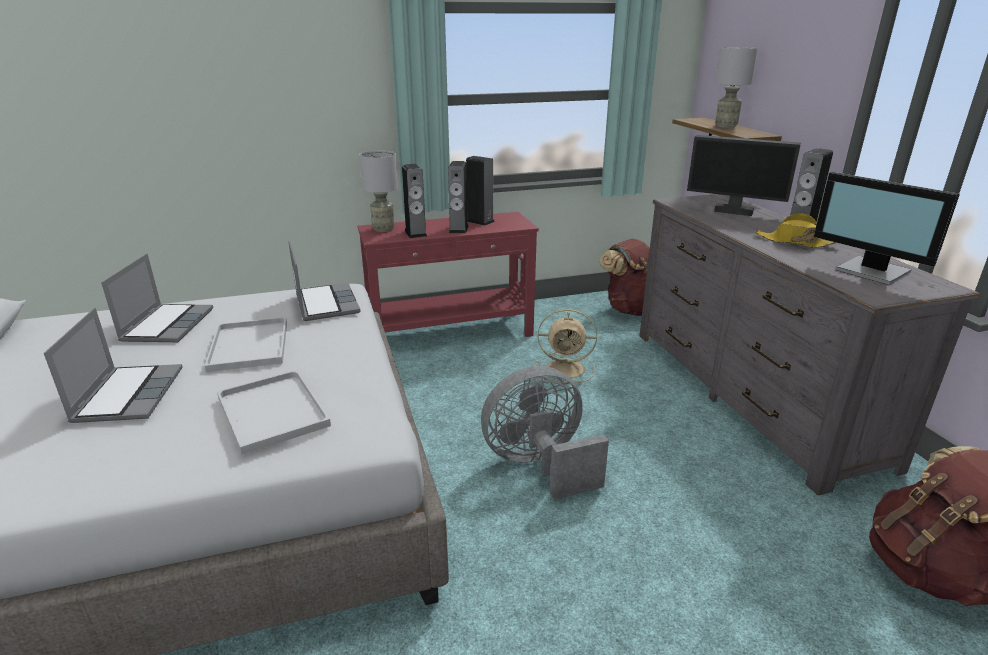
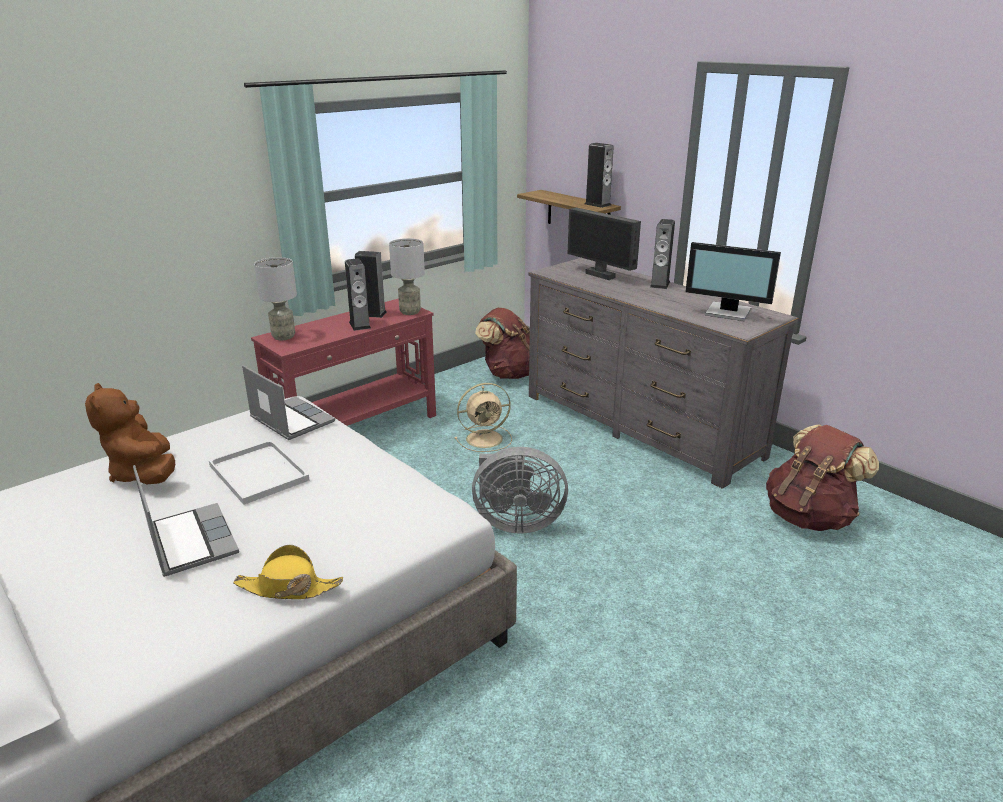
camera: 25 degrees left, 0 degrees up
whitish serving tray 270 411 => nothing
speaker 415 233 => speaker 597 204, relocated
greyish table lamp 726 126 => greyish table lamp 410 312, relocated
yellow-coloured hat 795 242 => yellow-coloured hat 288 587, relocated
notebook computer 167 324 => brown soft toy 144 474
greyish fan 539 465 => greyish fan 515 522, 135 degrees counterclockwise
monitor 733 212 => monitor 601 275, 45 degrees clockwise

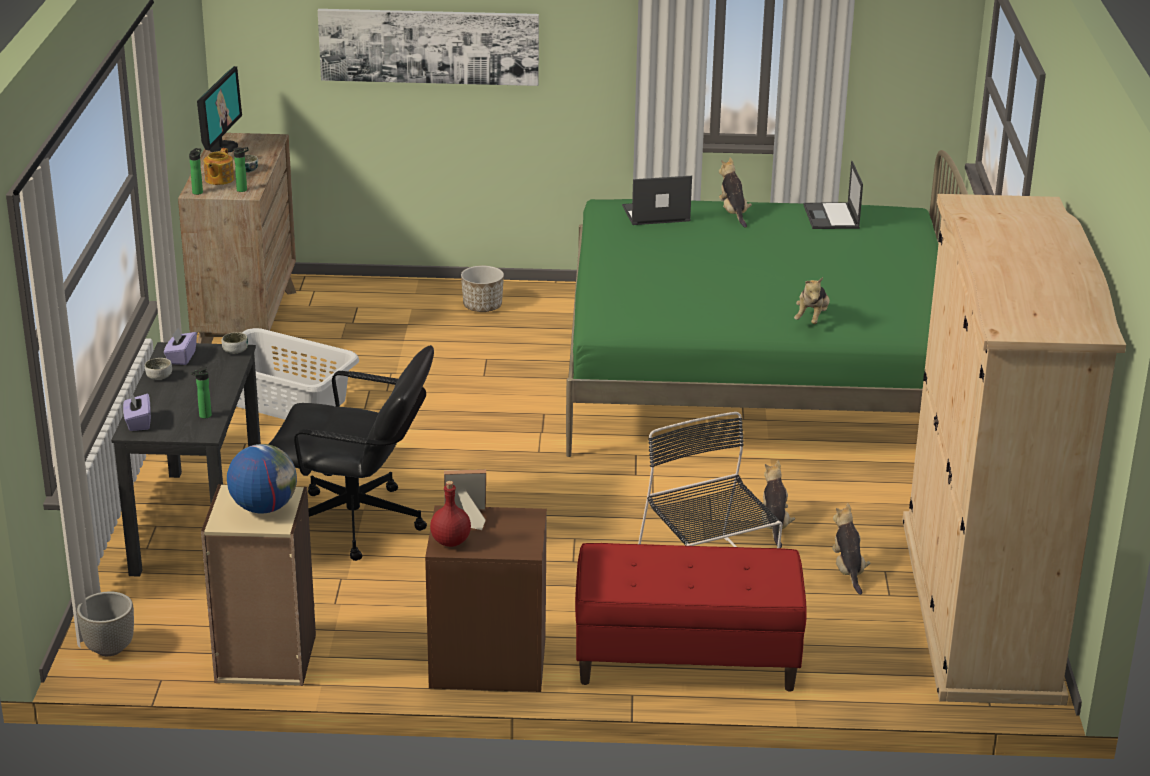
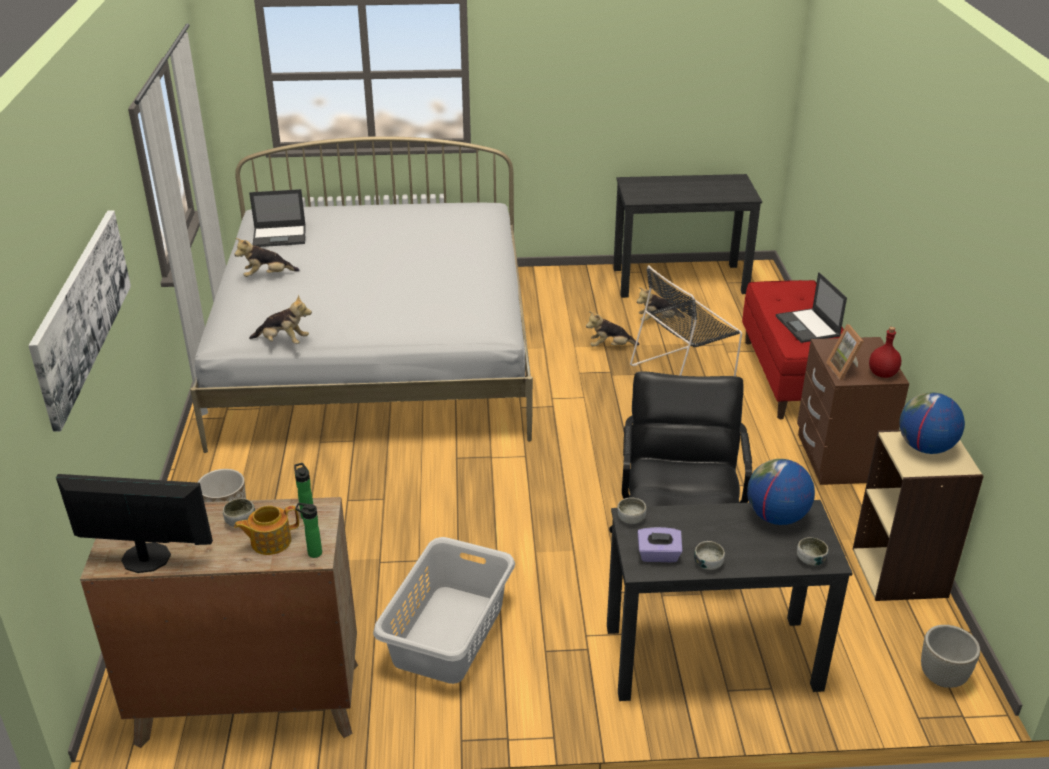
camera: 95 degrees left, 5 degrees up
notebook computer 655 214 => notebook computer 808 326, relocated
soft toy 812 318 => soft toy 283 342, relocated
purplish box of tissues 138 423 => serving bowl 810 559
drink bottle 203 416 => desk globe 776 517
beige-coloured armoire 979 606 => black desk 680 280
green-coloured bed 759 374 => whitish bed 377 354
teapot 219 179 => teapot 270 541, 150 degrees clockwise

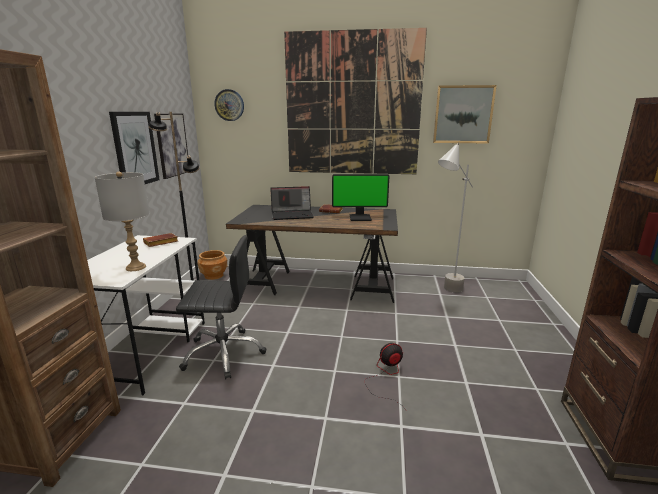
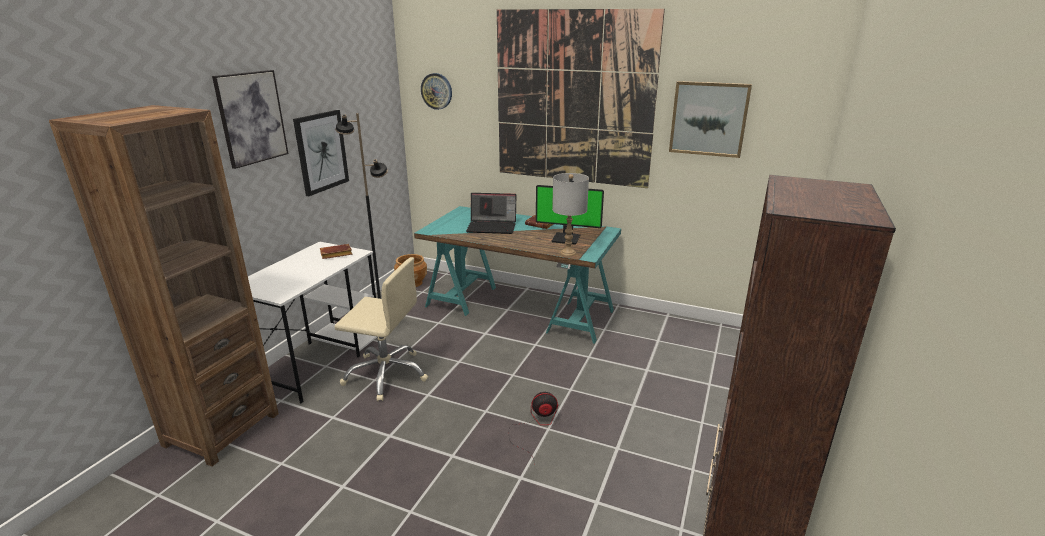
camera: 15 degrees right, 5 degrees up
greyish floor lamp 445 293 => nothing
greyish table lamp 136 267 => greyish table lamp 568 253, relocated
wall art 172 145 => wall art 251 118, relocated
black office chair 223 353 => beige-coloured office chair 386 374
black desk 317 284 => turquoise-coloured desk 519 308

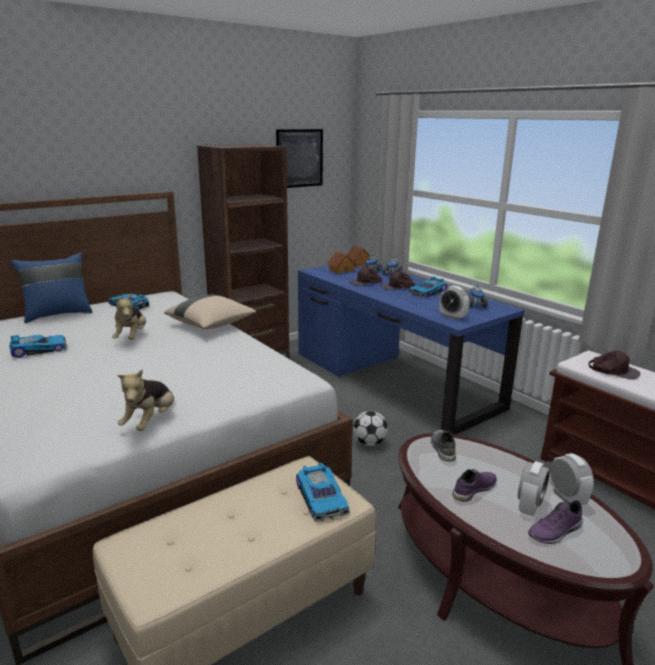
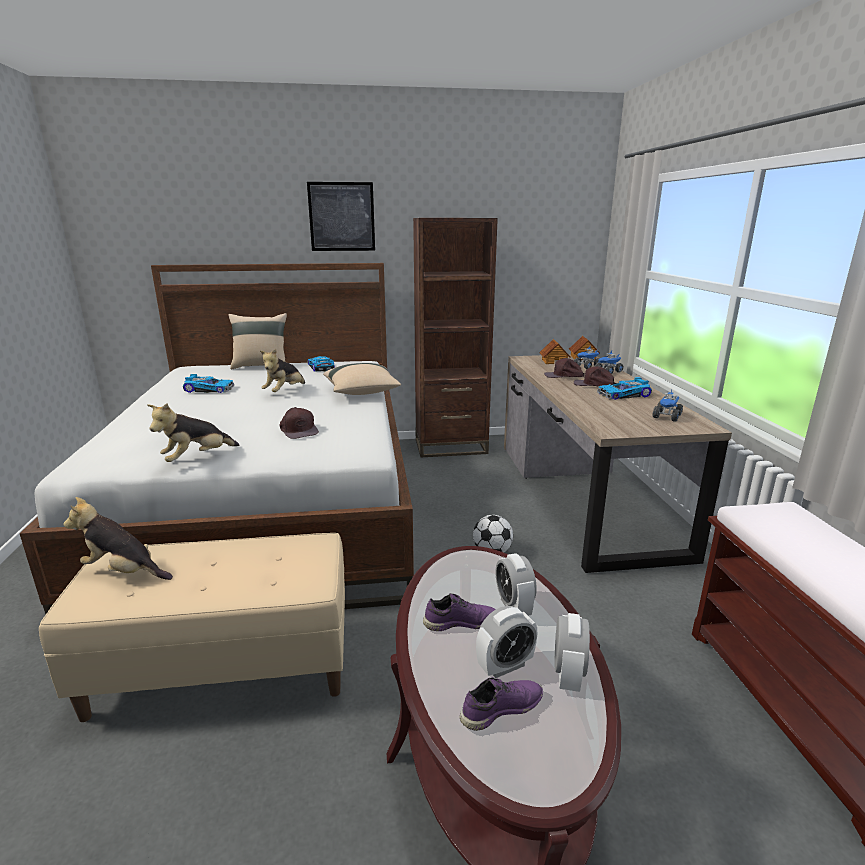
camera: 30 degrees right, 0 degrees up
model car 322 498 => nothing
greyish shoe 442 449 => nothing
nothing => soft toy 124 571
wall art 299 158 => wall art 342 217, relocated
table clock 452 317 => table clock 513 607, relocated
brown cap 613 370 => brown cap 299 430, relocated
blue-coloured throw pillow 57 314 => beige-coloured throw pillow 261 366
blue-coloured desk 393 380 => brown desk 583 495
purplish shoe 555 532 => purplish shoe 500 708, 150 degrees clockwise

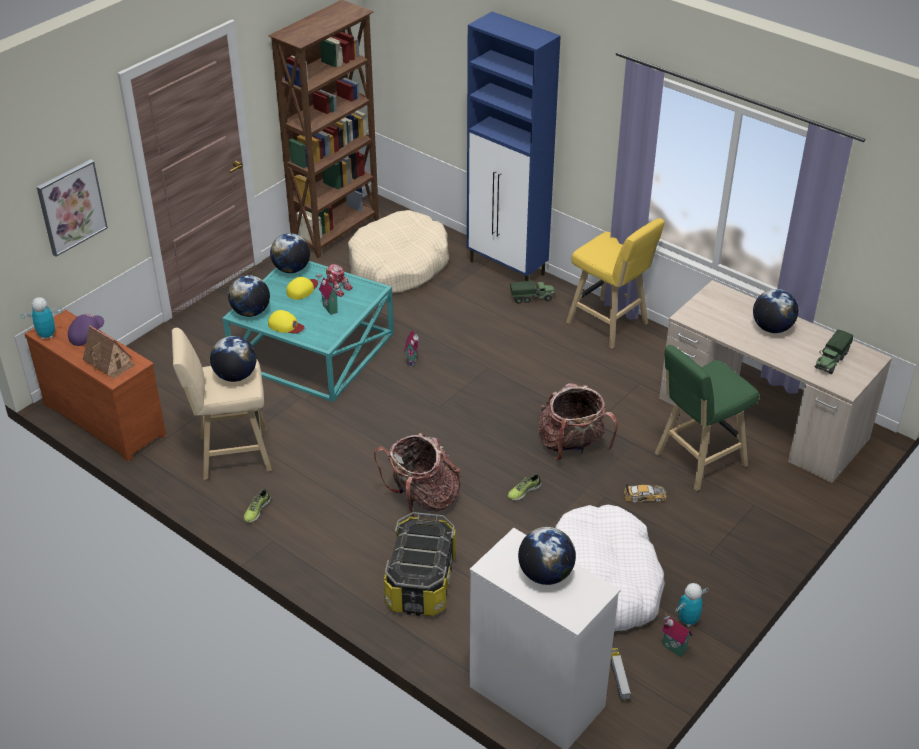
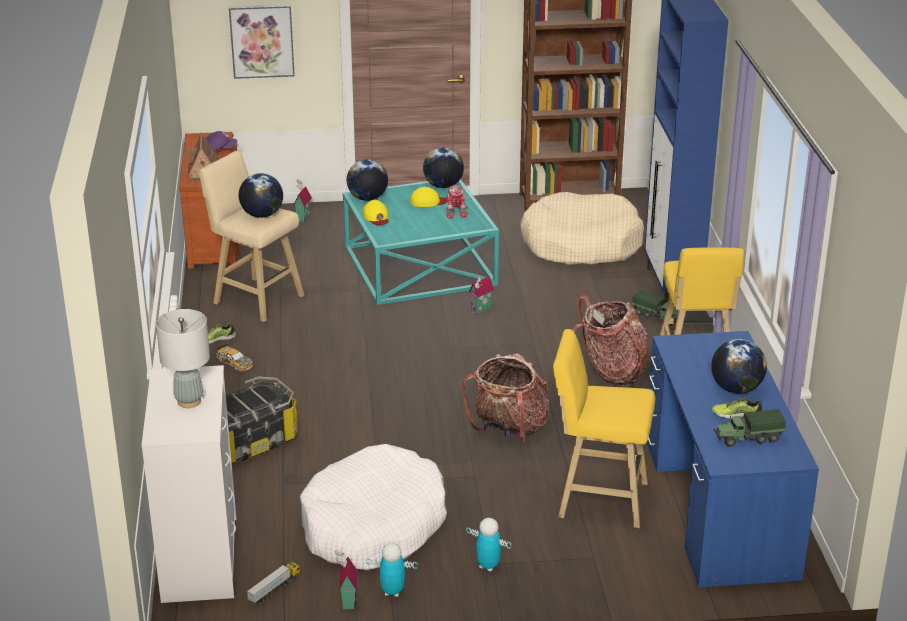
camera: 45 degrees right, 10 degrees down
model robot 47 335 => model robot 488 566, relocated
model house 328 309 => model house 302 217, relocated
knapsack 423 499 => knapsack 611 372, relocated
shoe 523 491 => shoe 737 414, relocated
model car 645 496 => model car 235 362, relocated
desk globe 545 574 => greyish table lamp 189 401
green-coloured stool seat 697 461 => yellow-coloured stool seat 598 499
beige-coloured desk 762 418 => blue-coloured desk 718 506

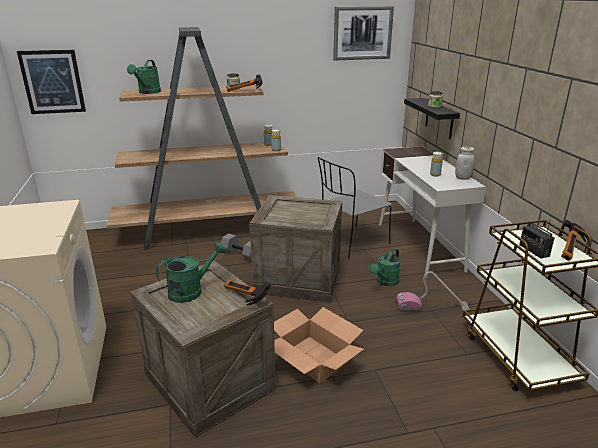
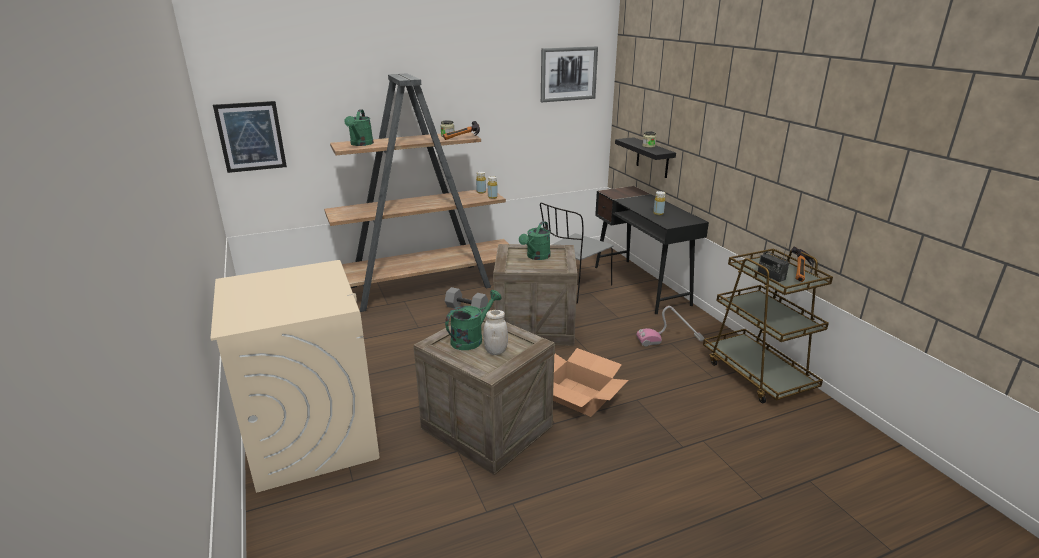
camera: 10 degrees left, 0 degrees up
tool hammer 242 299 => nothing
green-coloured watering pot 385 282 => green-coloured watering pot 536 257, relocated
whitish jar 462 178 => whitish jar 496 351, relocated
whitish desk 419 246 => black desk 641 285

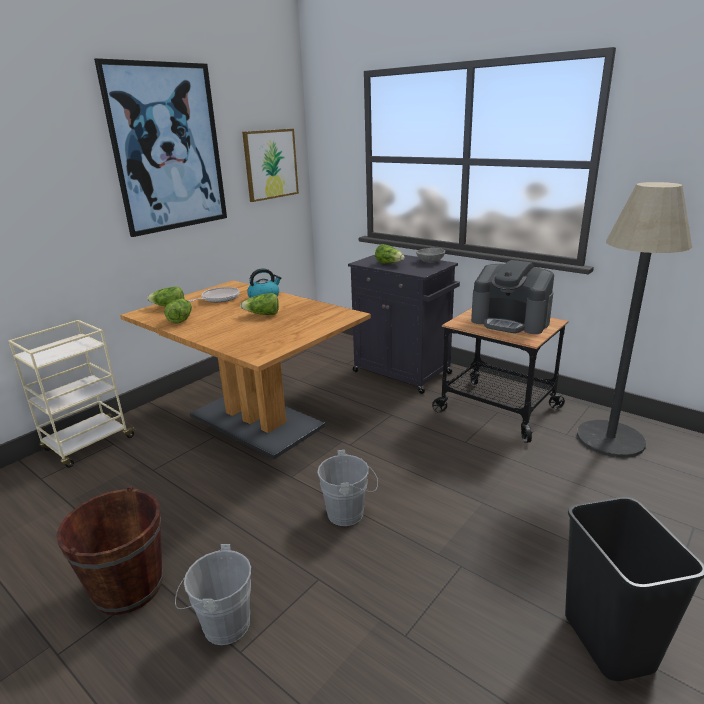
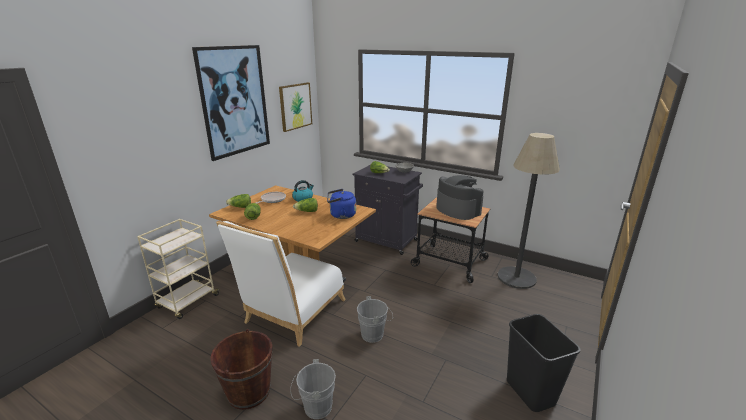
camera: 10 degrees left, 0 degrees up
nothing => whitish chair 292 314
nothing => blue-coloured kettle 341 215
coffee machine 510 321 => coffee machine 457 210, 150 degrees counterclockwise

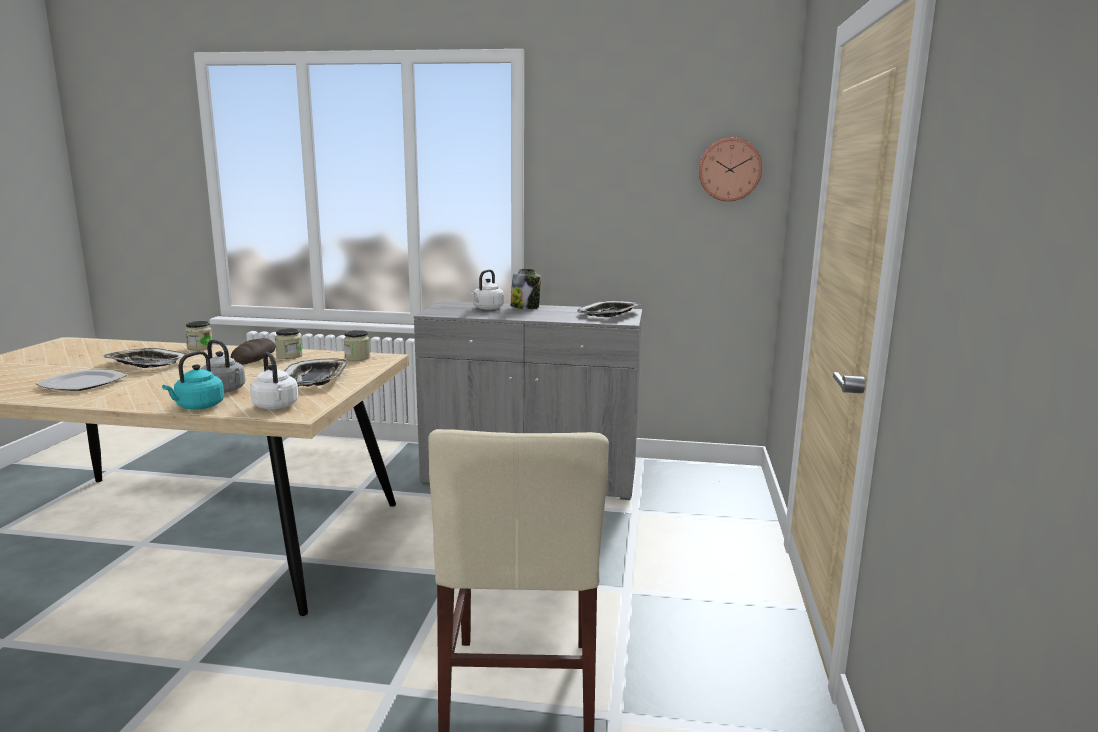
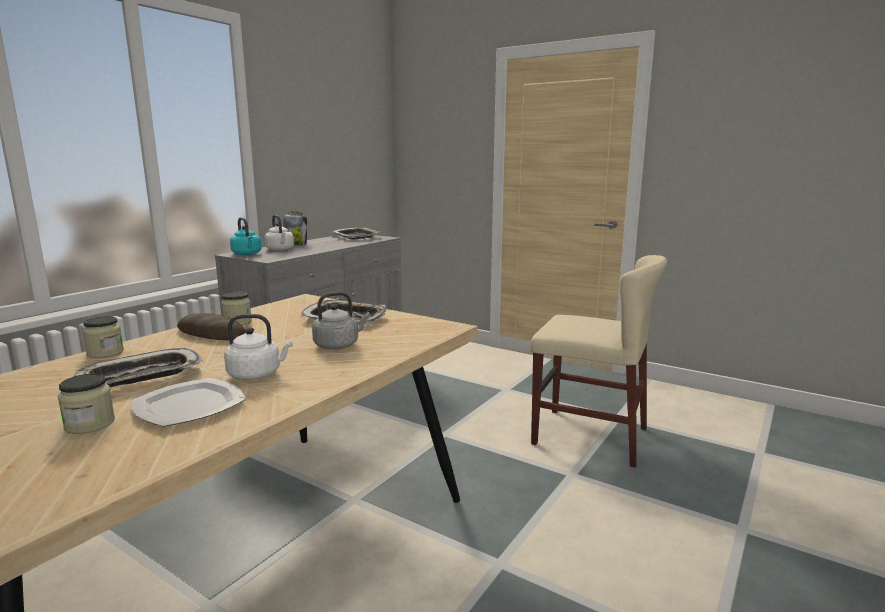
camera: 65 degrees left, 0 degrees up
clock on the wall 729 169 => nothing
turquoise-coloured kettle 198 407 => turquoise-coloured kettle 247 254, relocated
whitish kettle 276 406 => whitish kettle 257 374, relocated
jar 357 358 => jar 90 424, relocated

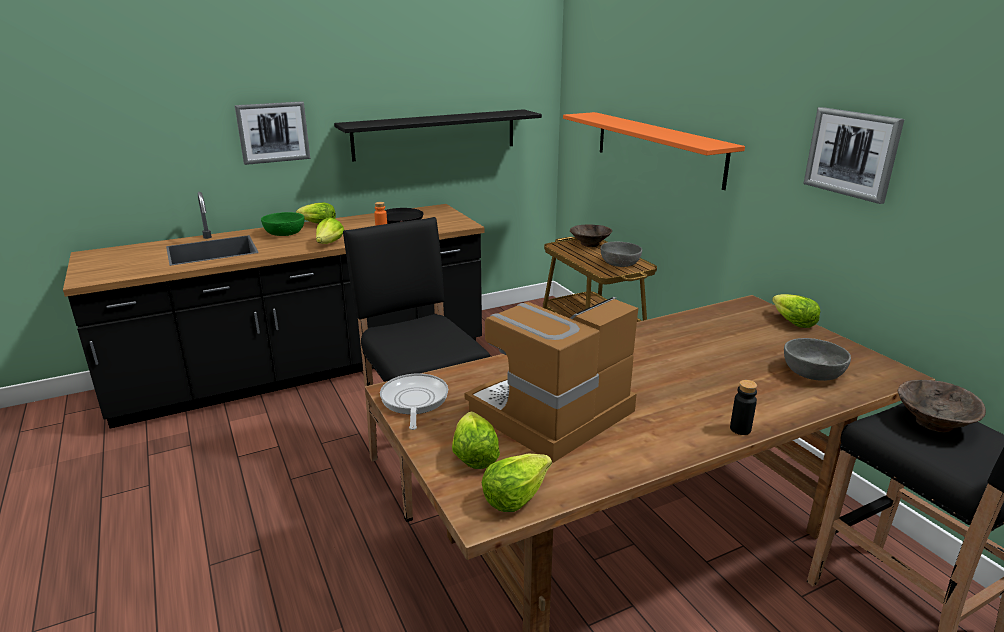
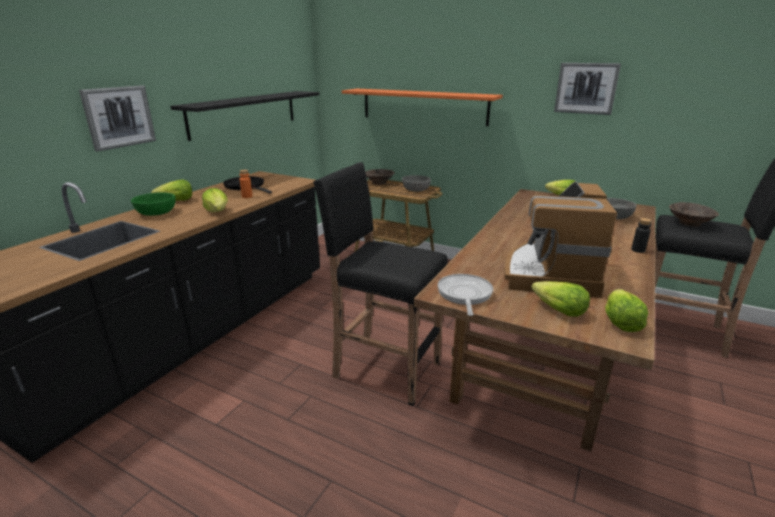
camera: 35 degrees left, 0 degrees up
frying pan 414 401 => frying pan 464 295, 45 degrees clockwise

